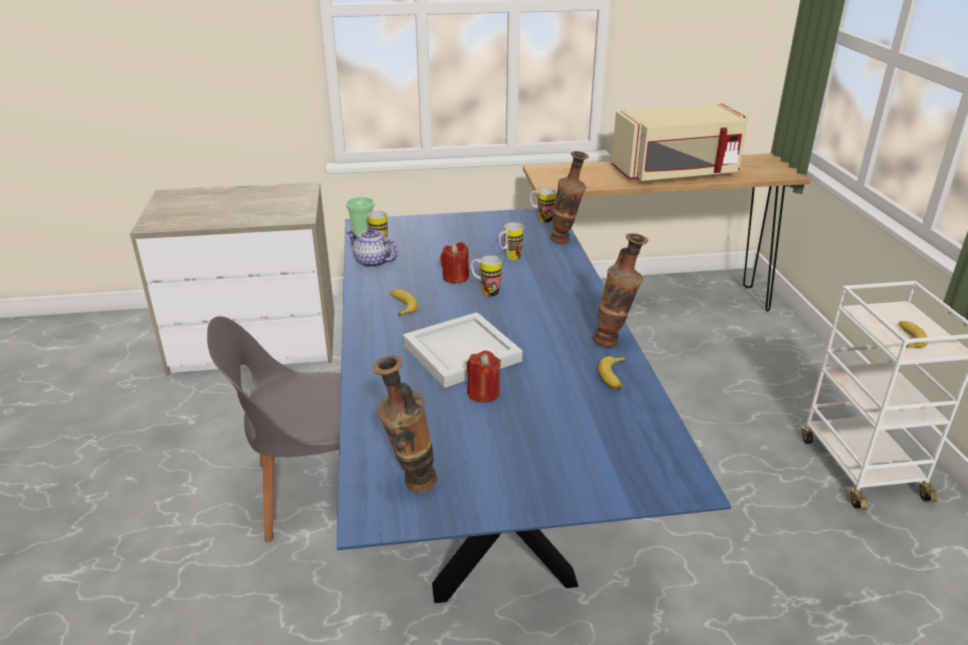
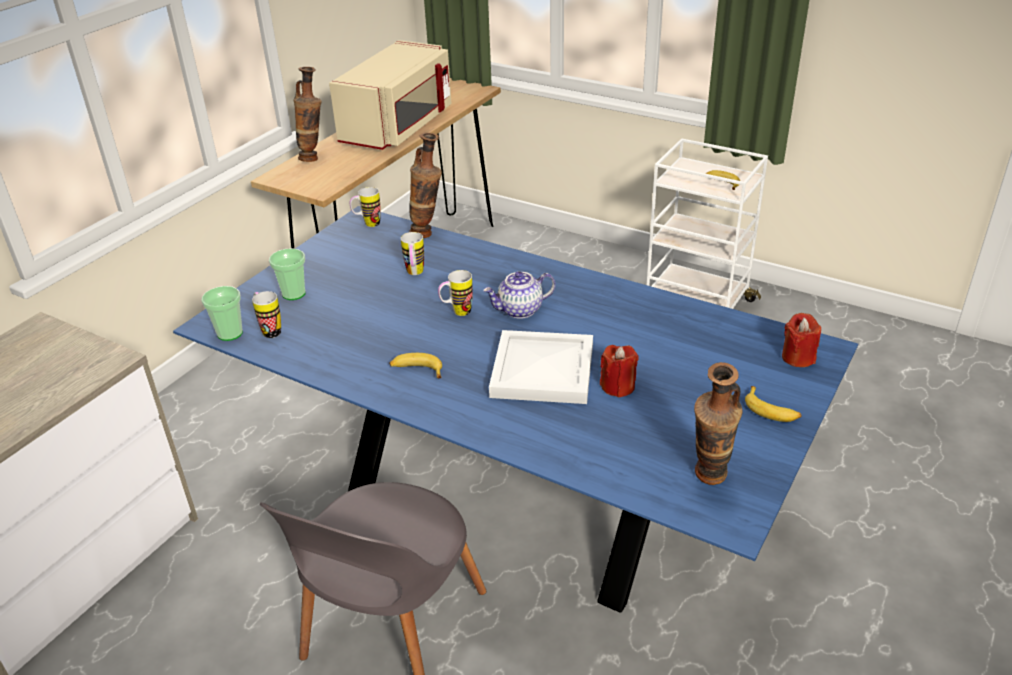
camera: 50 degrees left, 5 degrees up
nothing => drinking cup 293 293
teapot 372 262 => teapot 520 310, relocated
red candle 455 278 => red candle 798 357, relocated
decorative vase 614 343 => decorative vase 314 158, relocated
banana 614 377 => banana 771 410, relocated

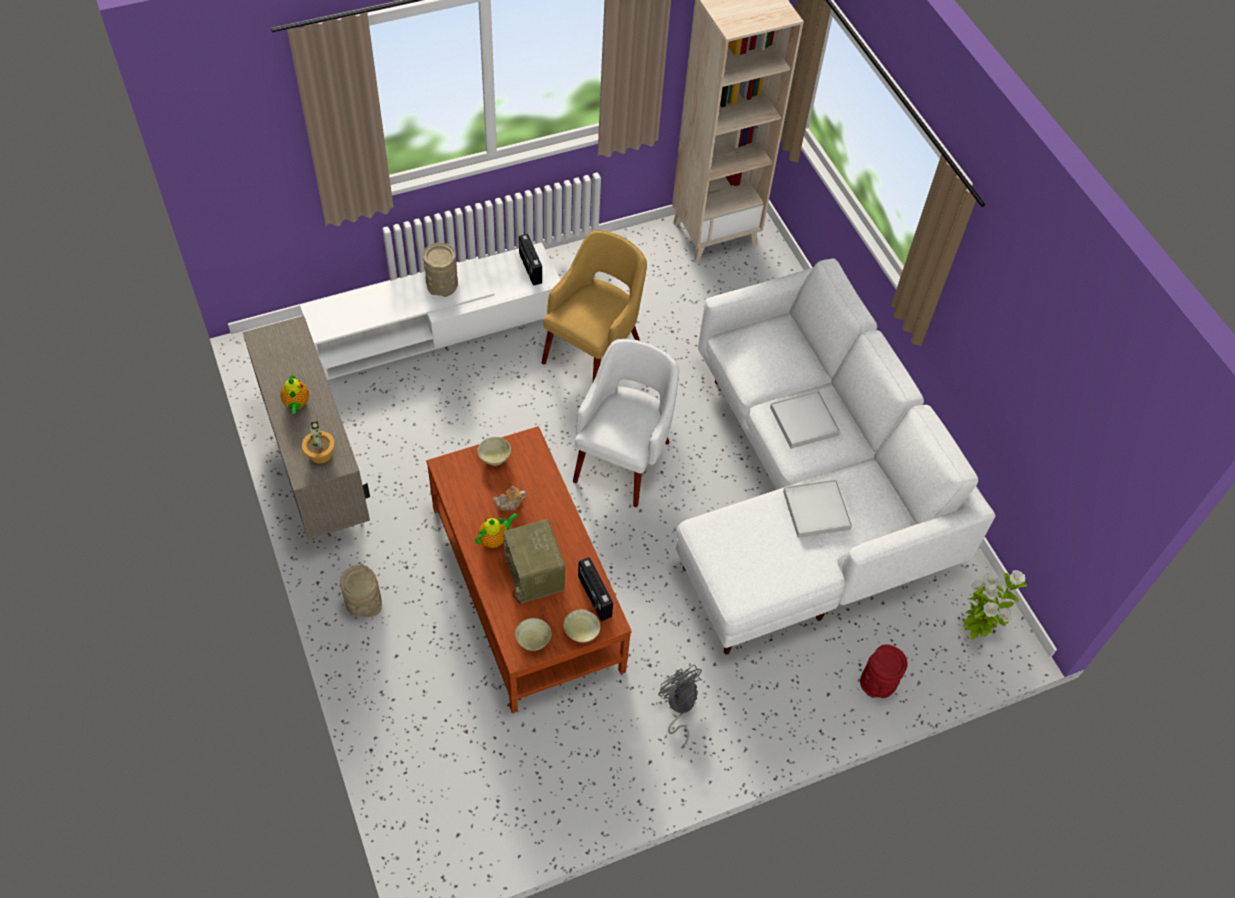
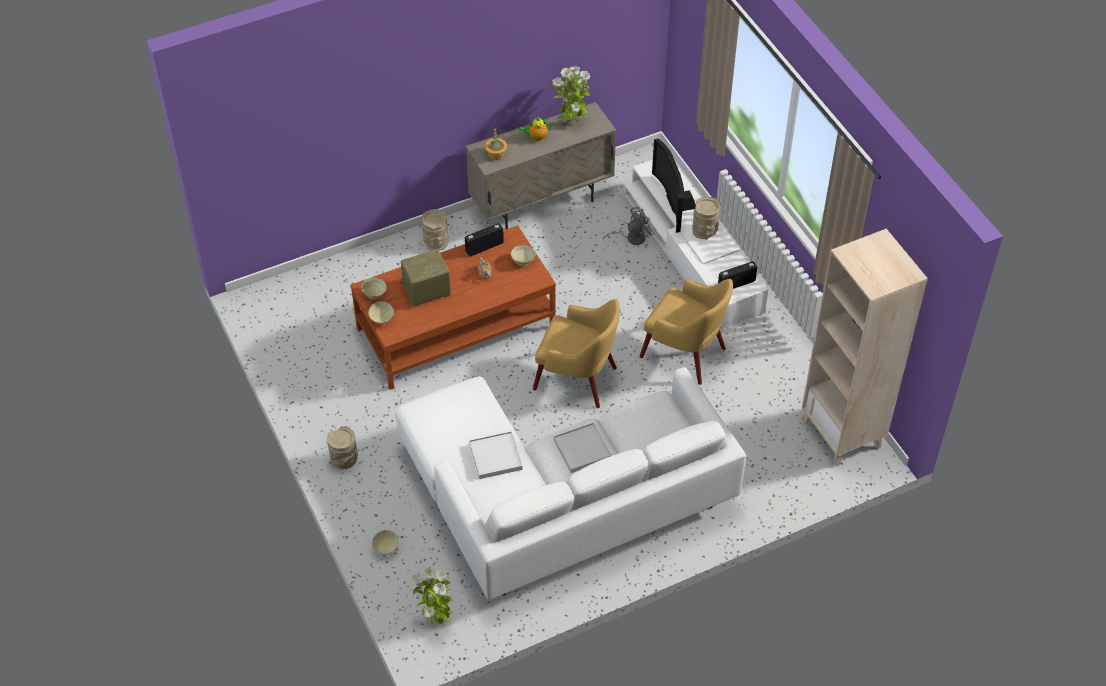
camera: 90 degrees right, 5 degrees down
teapot 495 539 => nothing
nothing => beige-coloured decorative vase 344 460
nothing => houseplant 572 123
nothing => television 676 202
radio receiver 594 597 => radio receiver 484 247, relocated
greyish fan 679 707 => greyish fan 632 238, relocated
red decorative vase 878 684 => beige-coloured serving bowl 385 548
whitish armchair 623 459 => yellow-coloured armchair 577 379

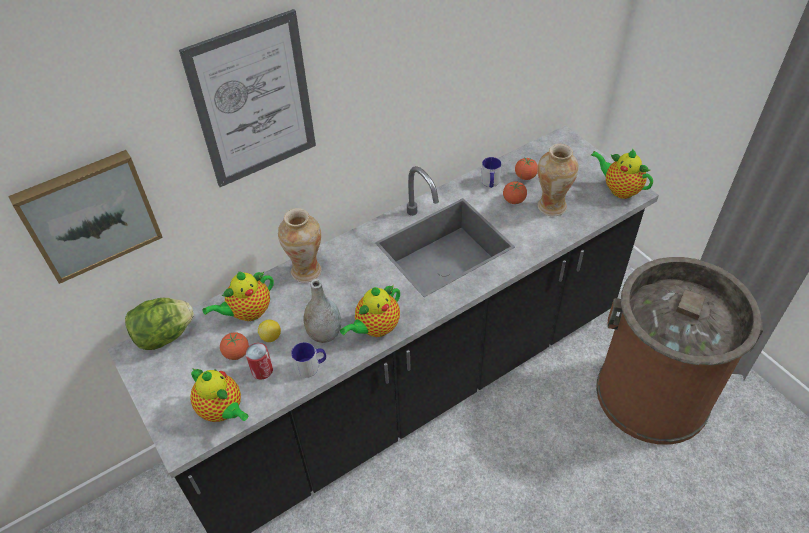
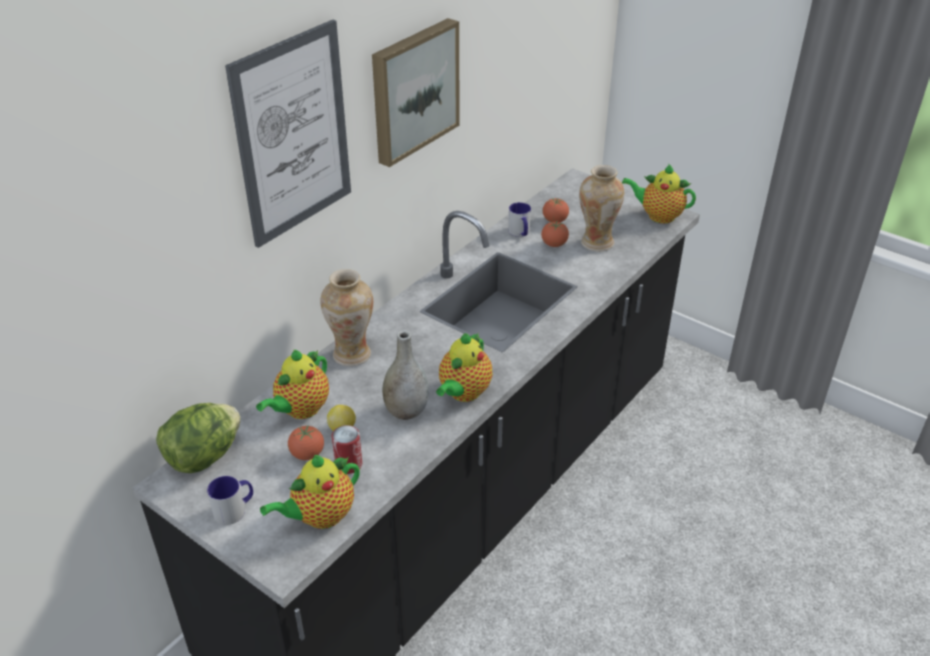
camera: 20 degrees left, 10 degrees down
brown trash can 652 394 => nothing
wall art 89 214 => wall art 413 90, relocated
tea mug 311 366 => tea mug 235 510, relocated
teapot 223 411 => teapot 320 516, 120 degrees clockwise

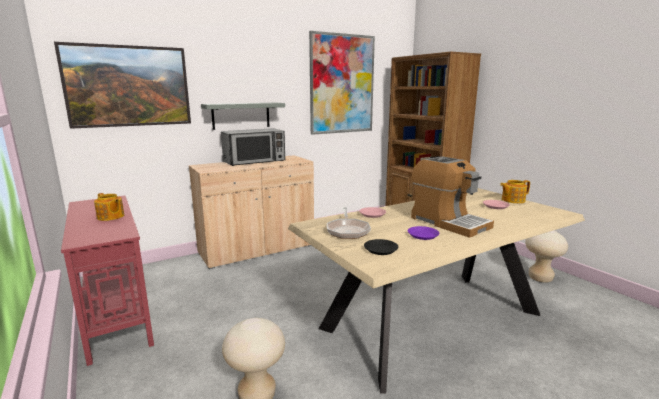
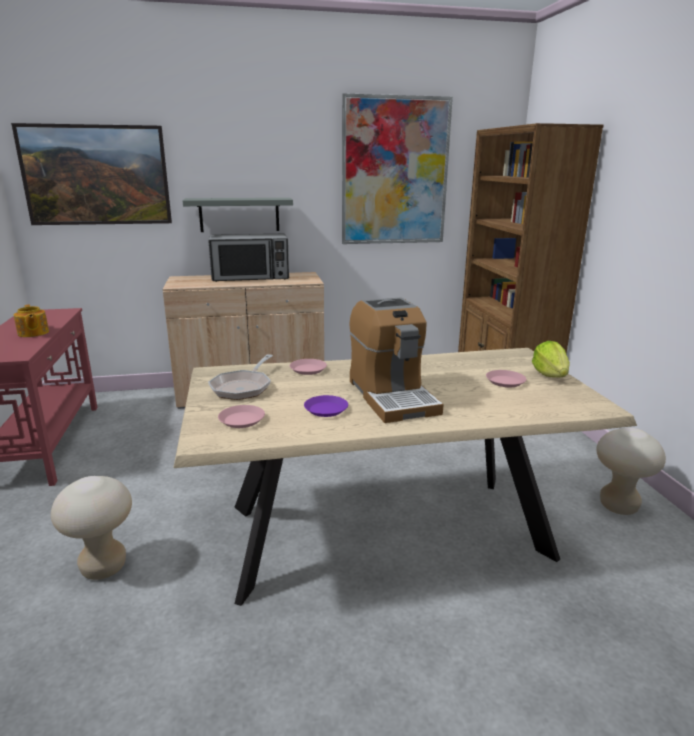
camera: 20 degrees right, 5 degrees up
teapot 512 200 => lettuce head 550 375
black flat dish 380 250 => pink-coloured flat dish 241 420

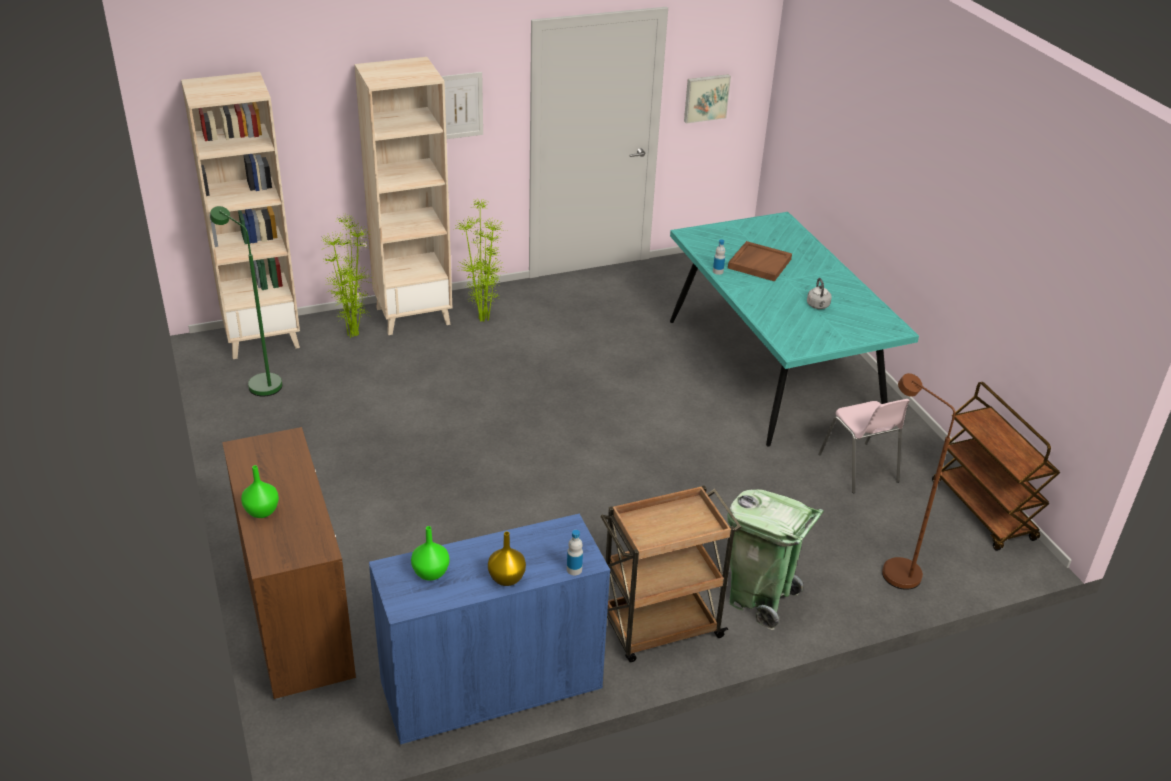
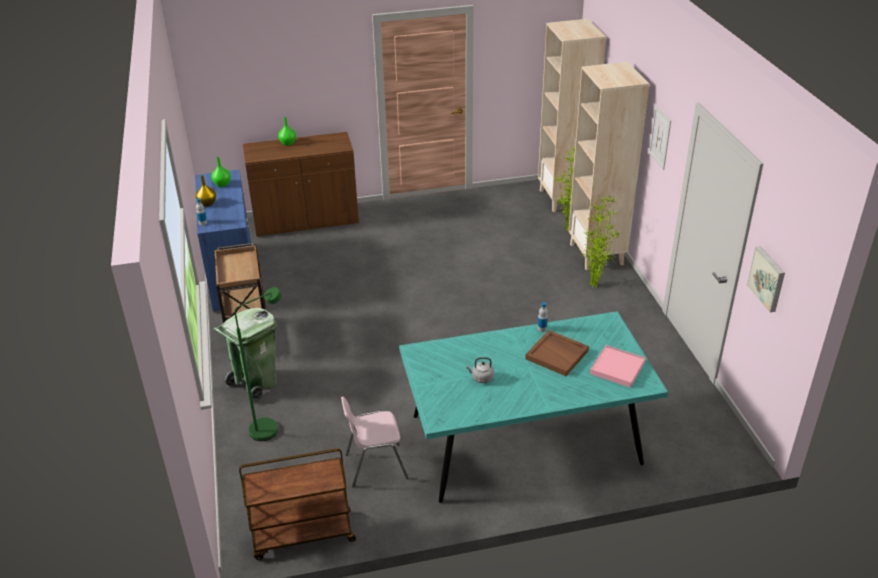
camera: 100 degrees right, 0 degrees up
brown floor lamp 893 568 => nothing
nothing => pink-coloured serving tray 617 368
green-coloured floor lamp 260 382 => green-coloured floor lamp 270 427, relocated

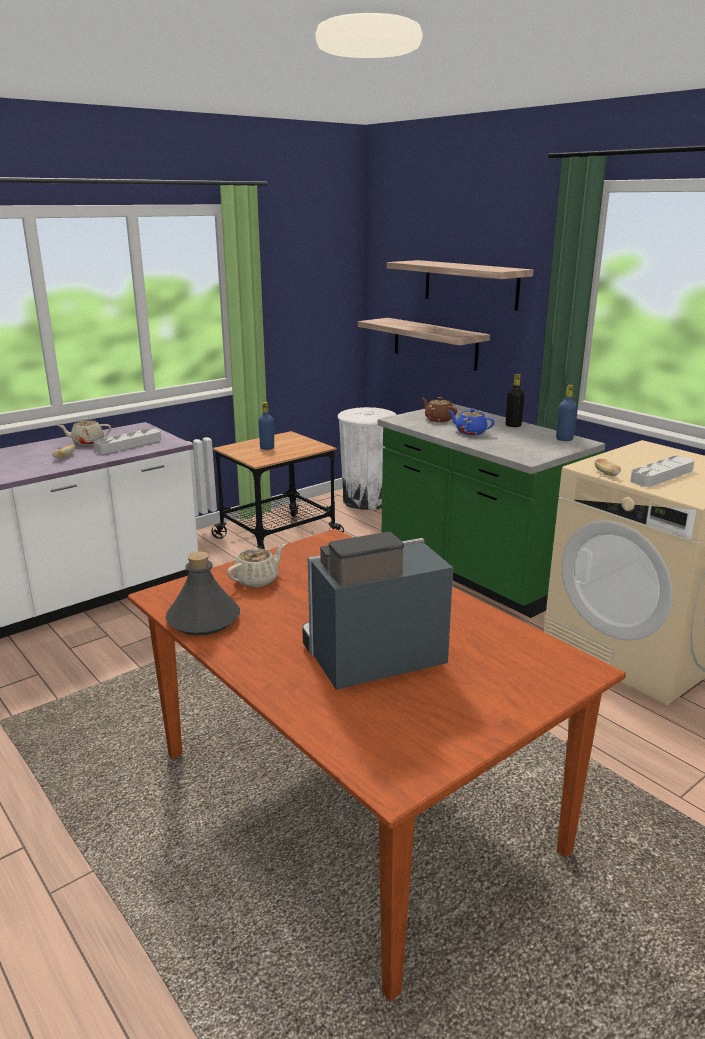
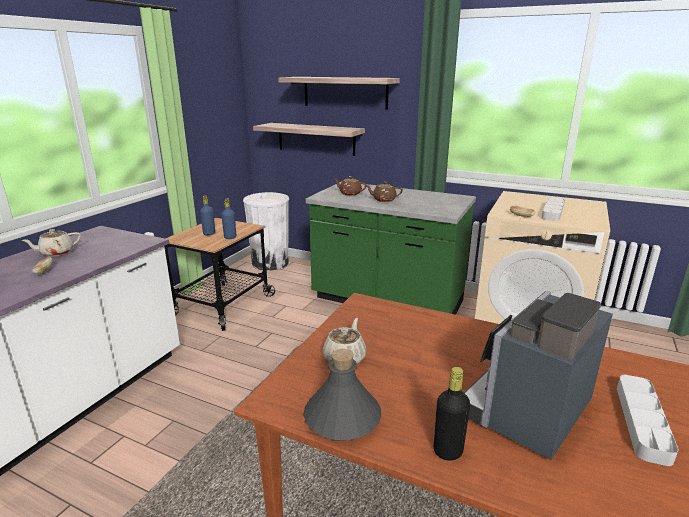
camera: 25 degrees left, 0 degrees up
greyish serving tray 128 445 => greyish serving tray 642 421, relocated
black drink bottle 513 425 => black drink bottle 448 451, relocated
blue-coloured drink bottle 564 439 => blue-coloured drink bottle 230 237, relocated
blue-coloured teapot 470 432 => brown teapot 383 200

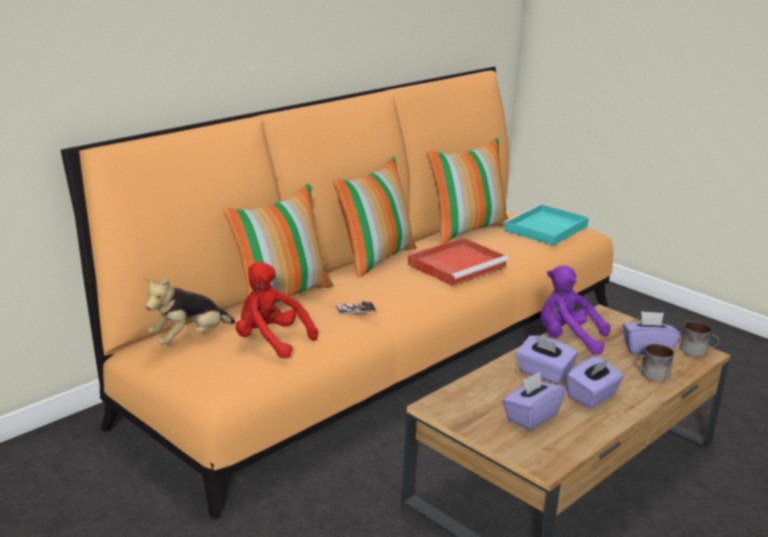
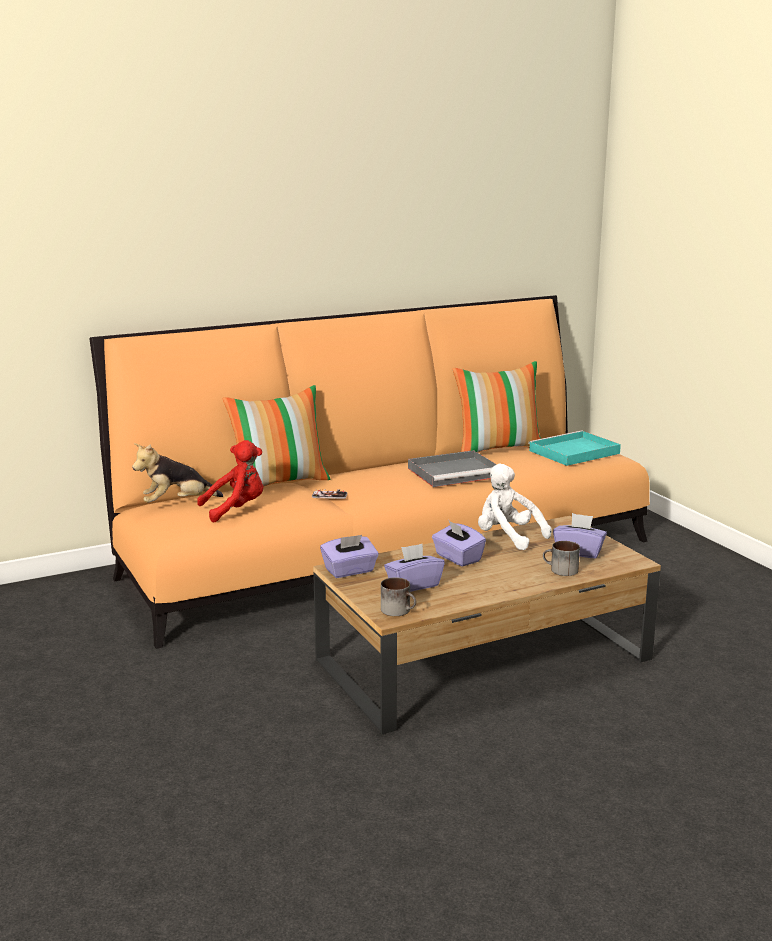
camera: 20 degrees right, 5 degrees down
throw pillow 375 258 => nothing
purplish box of tissues 592 396 => purplish box of tissues 350 571, relocated
tea mug 697 350 => tea mug 399 610, relocated
red serving tray 458 264 => greyish serving tray 455 472
purplish soft toy 567 339 => whitish soft toy 507 537
red soft toy 270 341 => red soft toy 236 510, 105 degrees clockwise

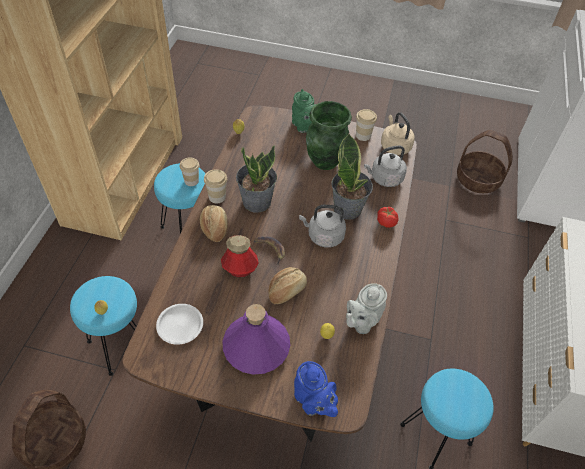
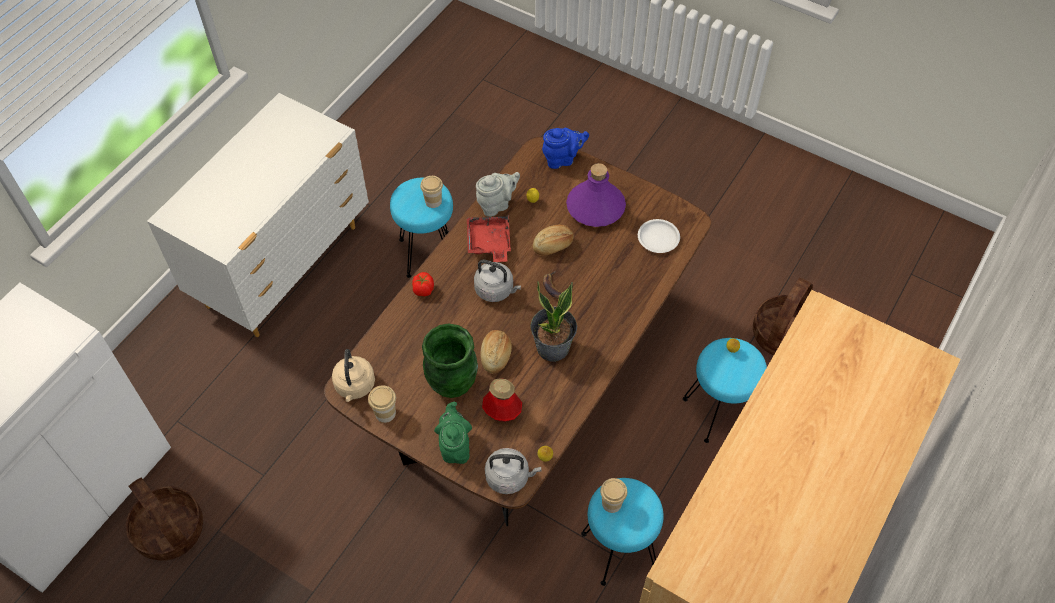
camera: 160 degrees left, 5 degrees up
houseplant 348 209 => nothing
nothing => red serving tray 489 243
bread 214 228 => bread 496 355, relocated
drinking cup 217 197 => drinking cup 433 201, relocated
drink bottle 240 269 => drink bottle 502 412, relocated
greyish kettle 384 178 => greyish kettle 510 477, relocated
blue-coloured teapot 313 402 => blue-coloured teapot 562 159, 90 degrees clockwise

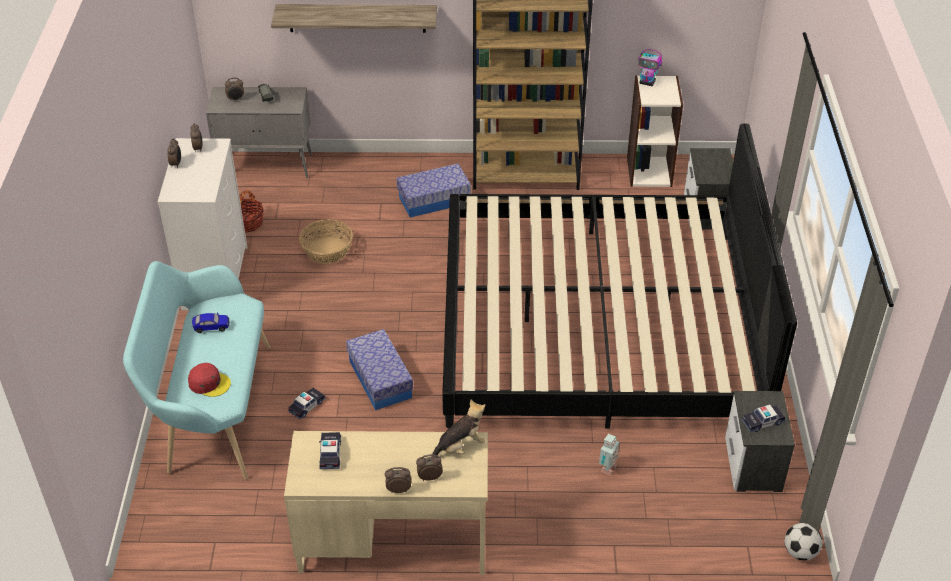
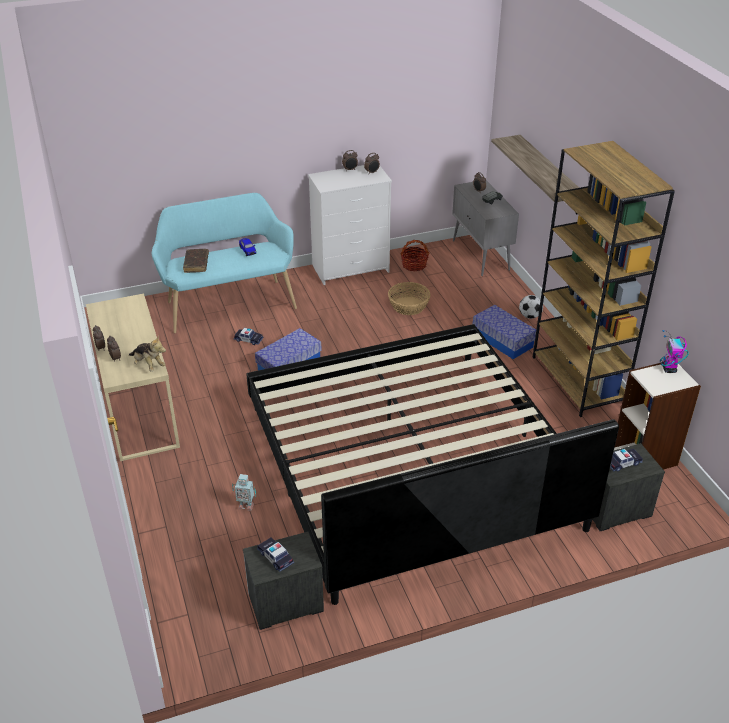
camera: 70 degrees right, 5 degrees down
model car 330 454 => model car 623 463, relocated
ball for football 800 552 => ball for football 530 316, relocated
red cap 209 383 => brown bound book 196 264

